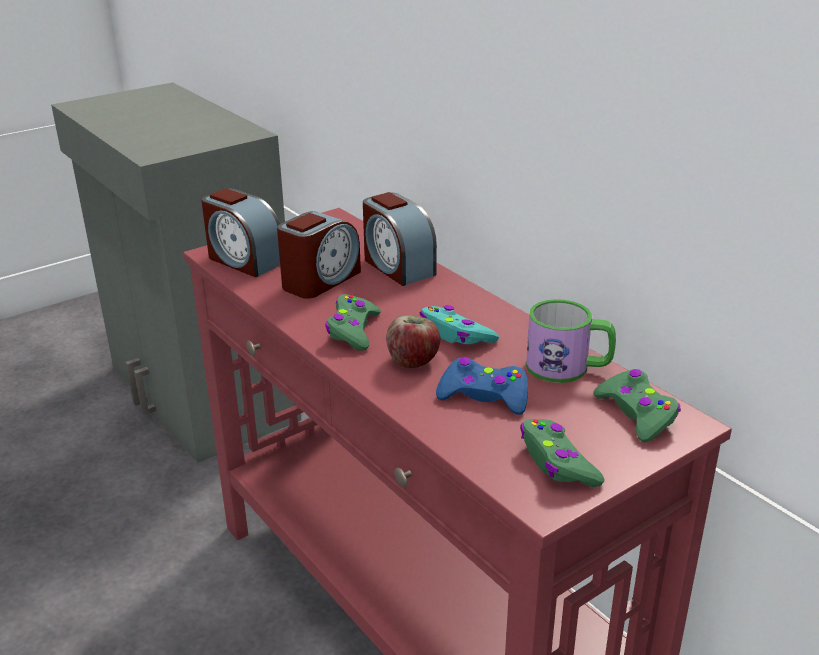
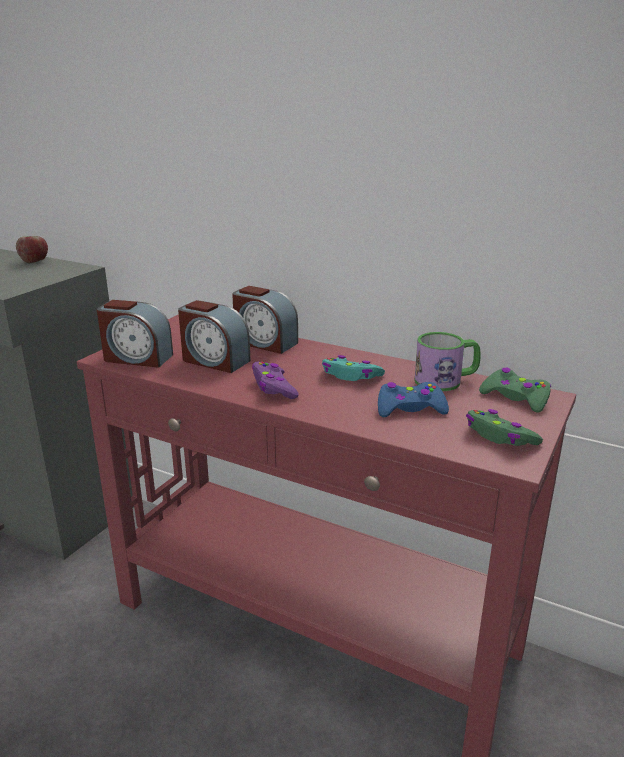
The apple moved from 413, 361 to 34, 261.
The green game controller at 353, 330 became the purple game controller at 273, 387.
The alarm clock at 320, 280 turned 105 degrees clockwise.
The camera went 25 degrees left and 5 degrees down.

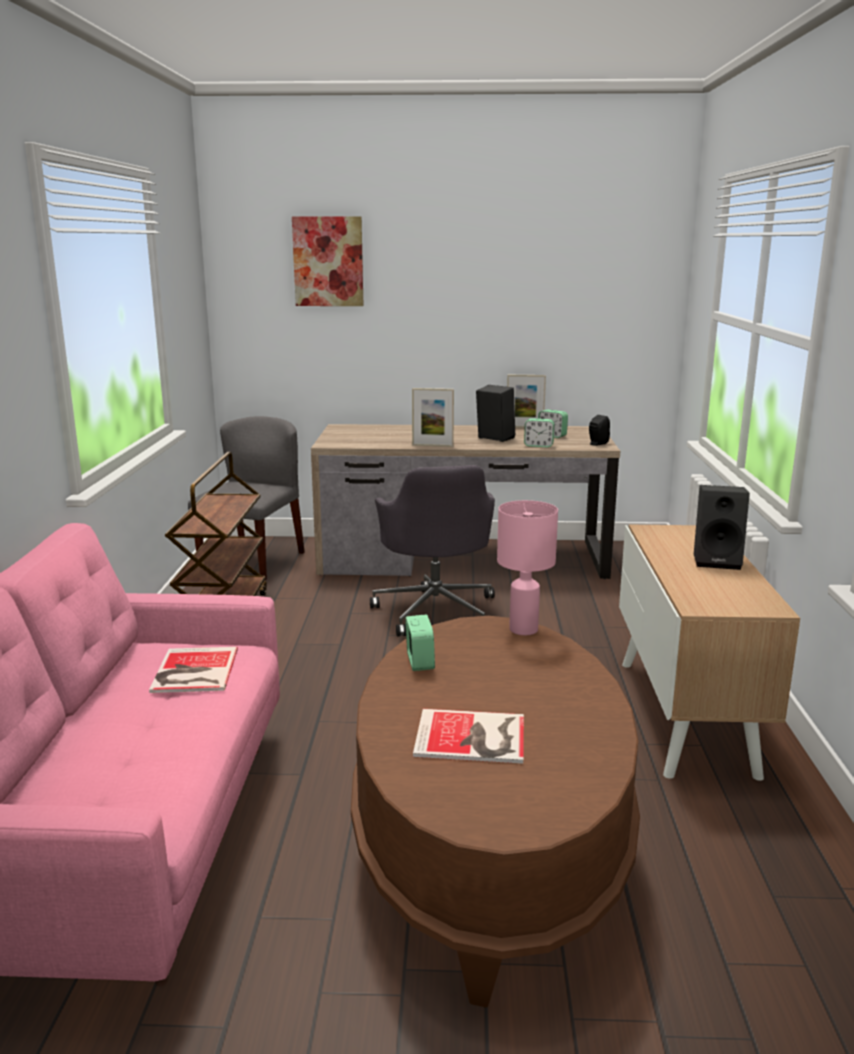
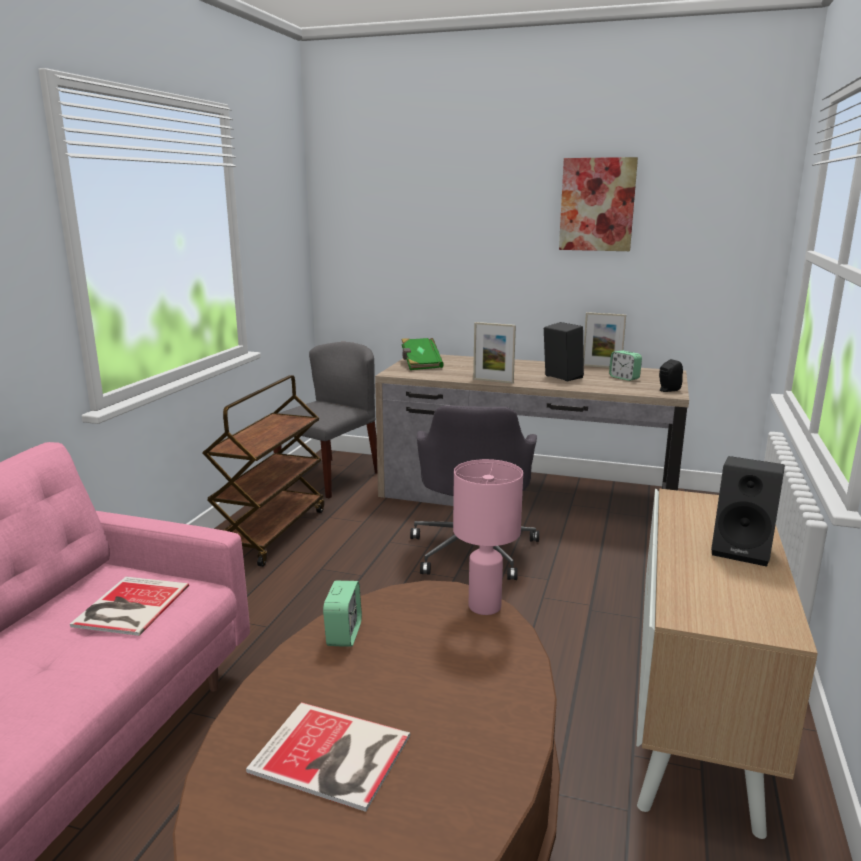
The alarm clock at 538, 445 disappeared.
The green book at 420, 364 appeared.
The picture moved from 328, 261 to 597, 204.
The camera went 15 degrees right and 0 degrees up.

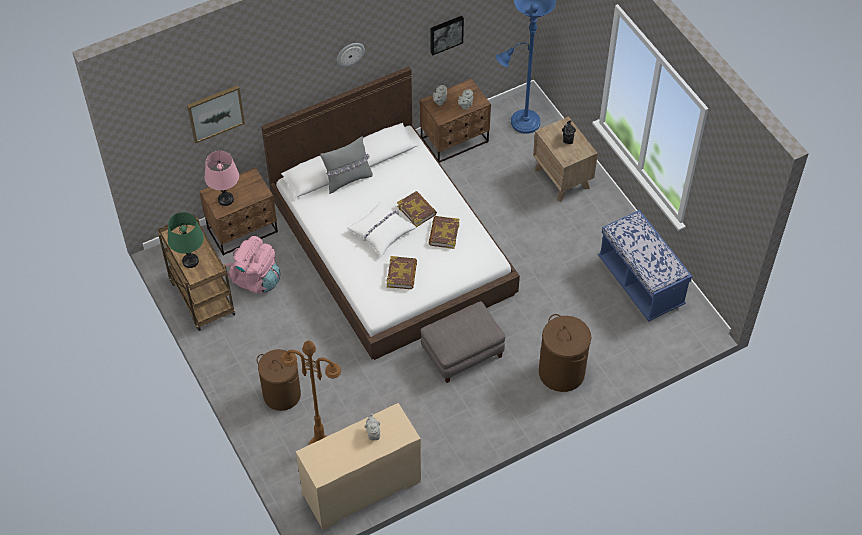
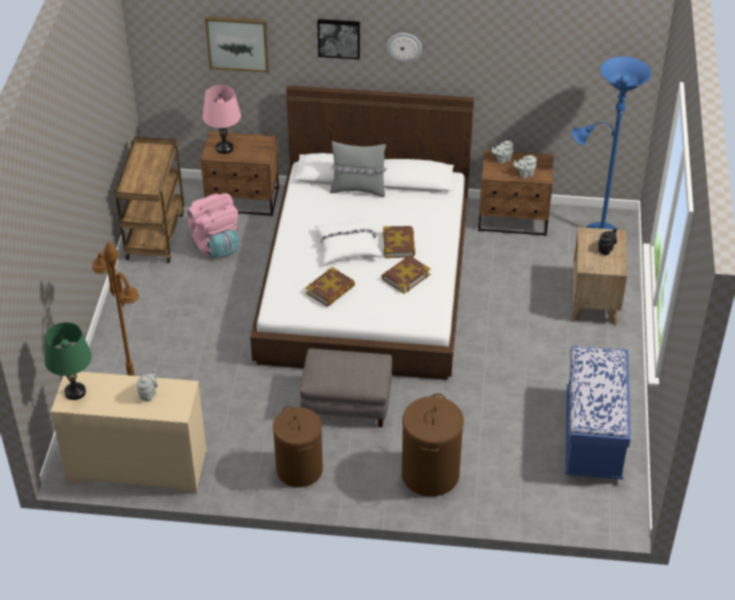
The green table lamp moved from 190, 261 to 75, 392.
The brown laundry basket moved from 281, 394 to 299, 469.
The picture moved from 446, 34 to 339, 37.
The camera went 35 degrees right and 10 degrees down.

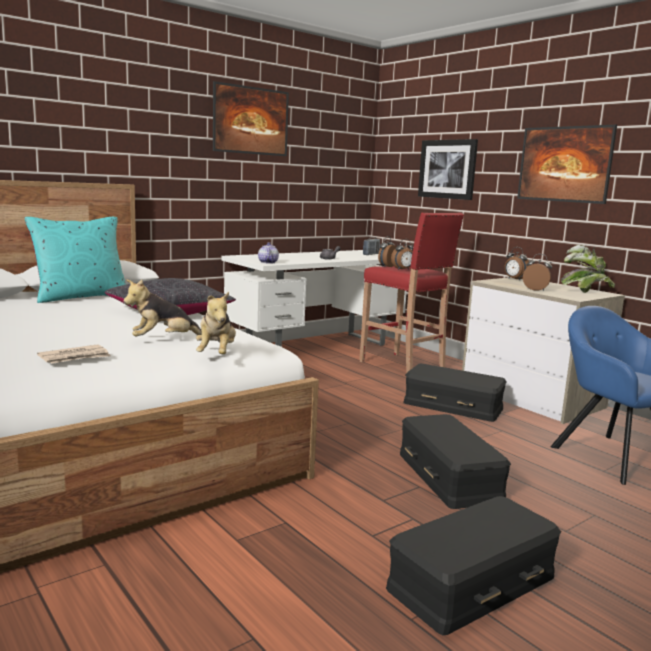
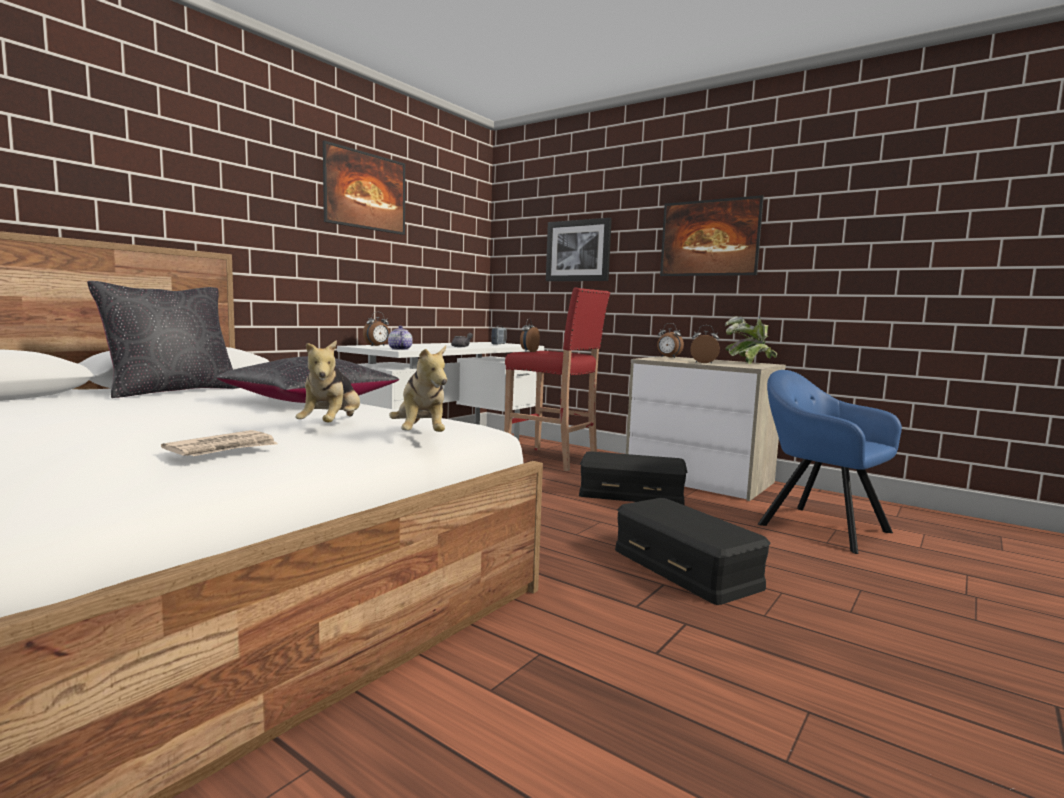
The black storage box at 473, 583 disappeared.
The alarm clock moved from 403, 269 to 377, 346.
The turquoise pillow at 81, 297 became the black pillow at 172, 391.
The plush toy at 163, 340 turned 45 degrees counterclockwise.
The camera went 15 degrees left and 5 degrees down.

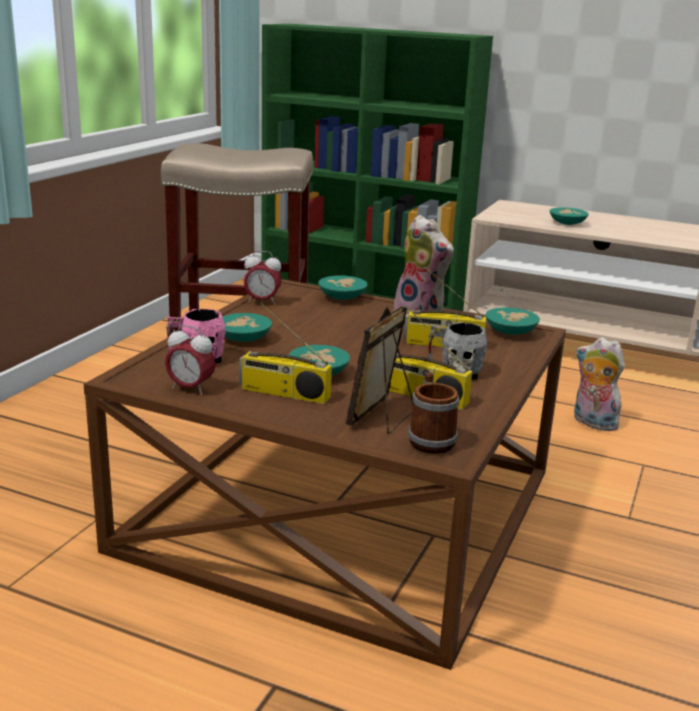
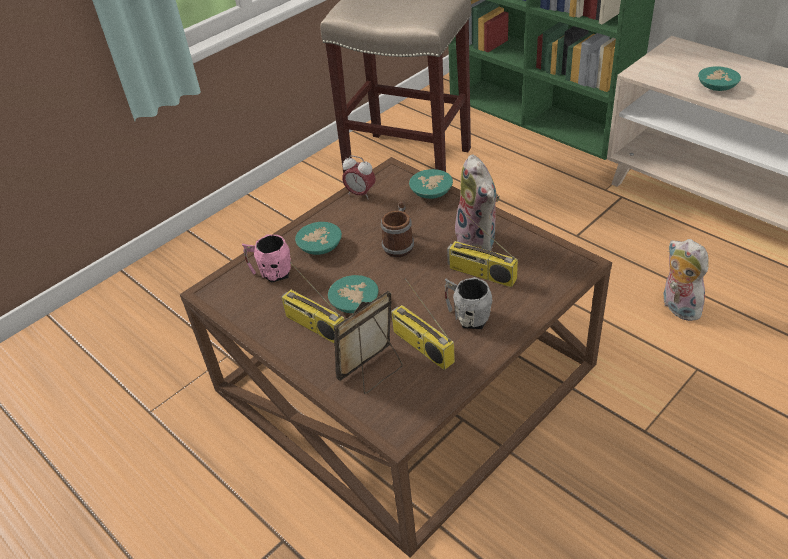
The alarm clock at 190, 389 disappeared.
The turquoise bowl at 512, 331 disappeared.
The mug moved from 430, 438 to 400, 244.
The camera went 25 degrees right and 20 degrees up.

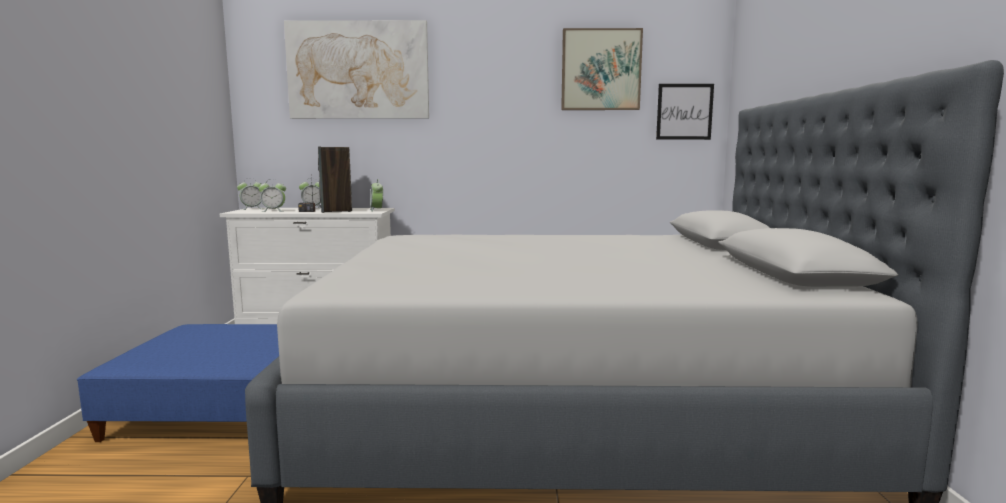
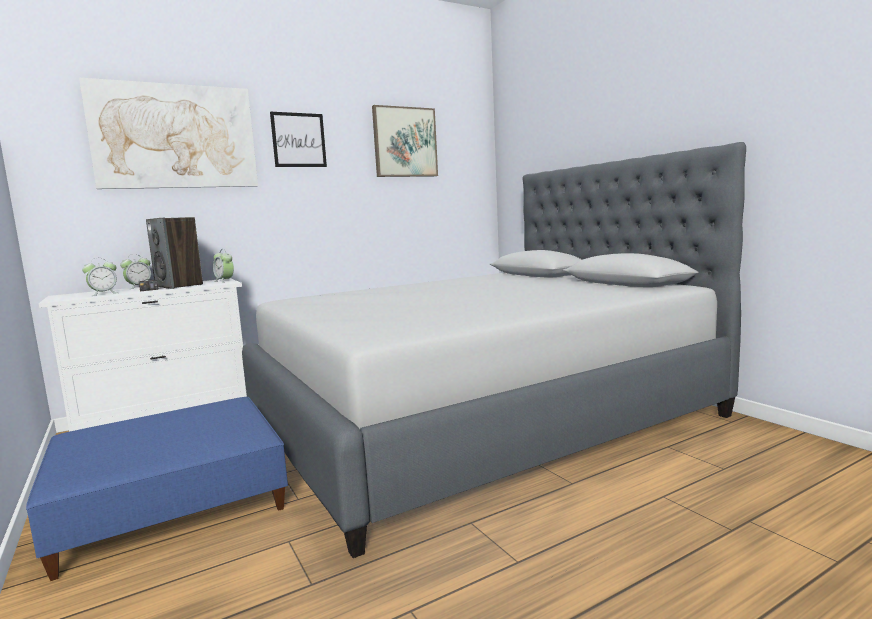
The alarm clock at 252, 209 disappeared.
The picture moved from 684, 112 to 298, 140.
The camera went 30 degrees left and 0 degrees up.

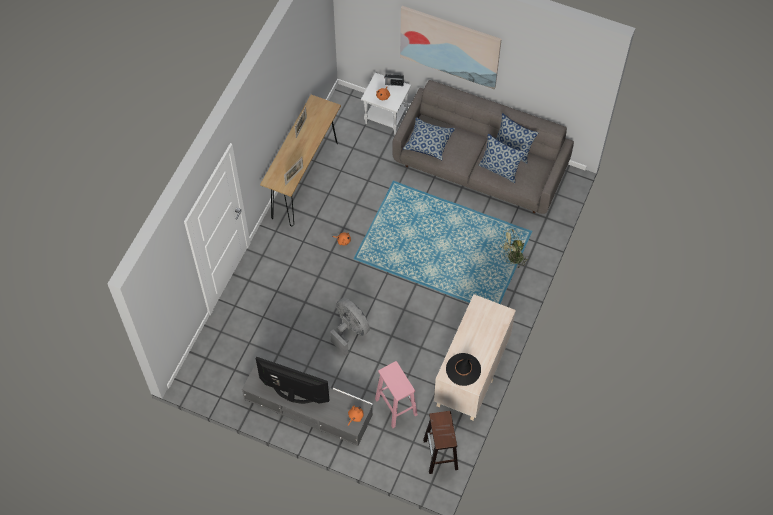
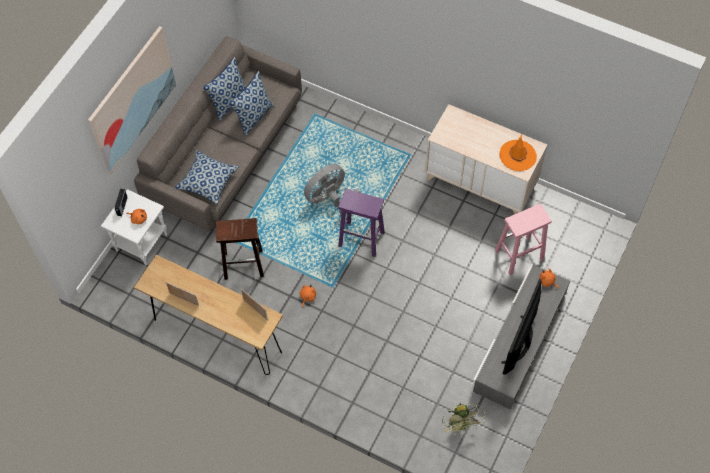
The purple stool at 362, 239 appeared.
The grey fan moved from 350, 331 to 330, 199.
The brown stool moved from 440, 455 to 244, 264.
The green fan moved from 512, 258 to 461, 425.
The black hat at 463, 369 became the orange hat at 517, 155.
The camera went 85 degrees left and 0 degrees up.

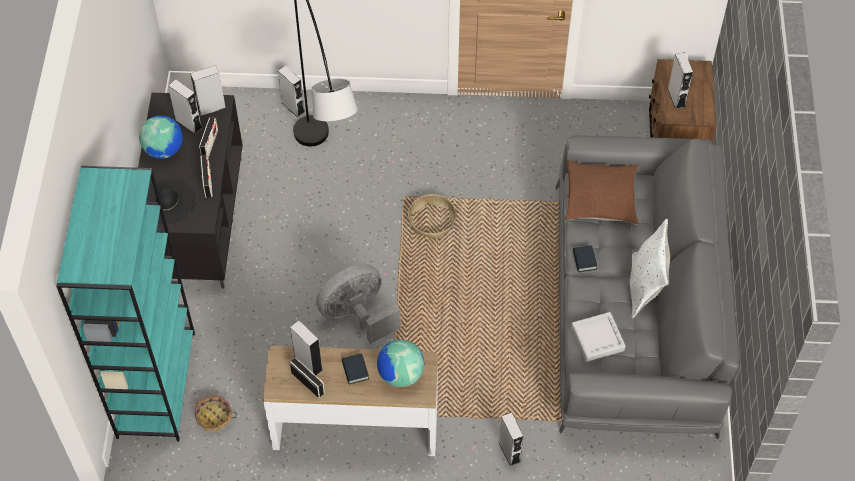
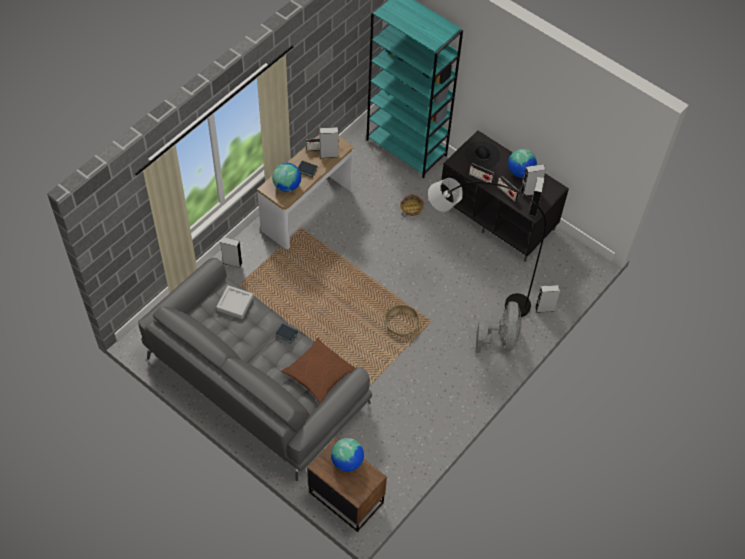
The white pillow at 645, 287 disappeared.
The basket moved from 214, 417 to 411, 208.
The grey fan moved from 357, 315 to 501, 339.
The grey speaker at 676, 97 was replaced by the globe at 347, 461.
The camera went 125 degrees right and 0 degrees up.

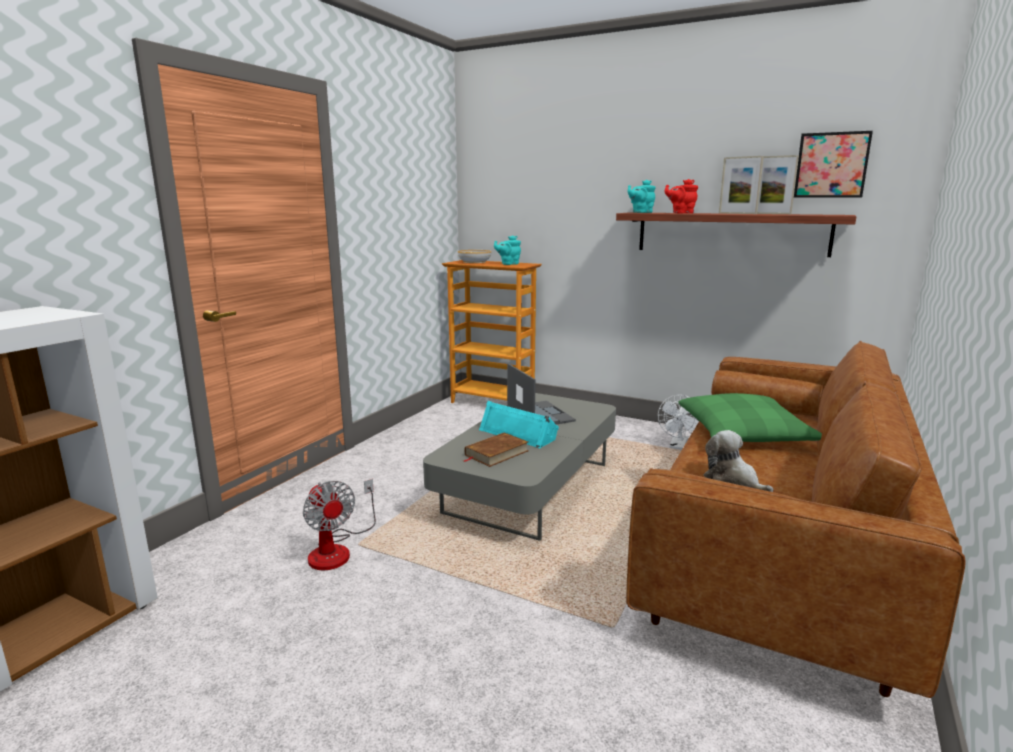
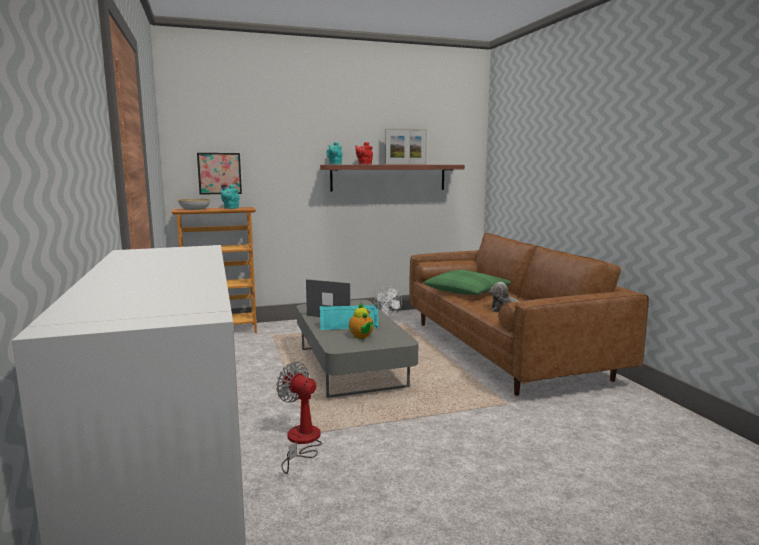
The picture moved from 831, 165 to 219, 173.
The brown book at 496, 453 was replaced by the teapot at 362, 337.
The fan at 337, 549 turned 150 degrees counterclockwise.
The camera went 45 degrees left and 5 degrees down.

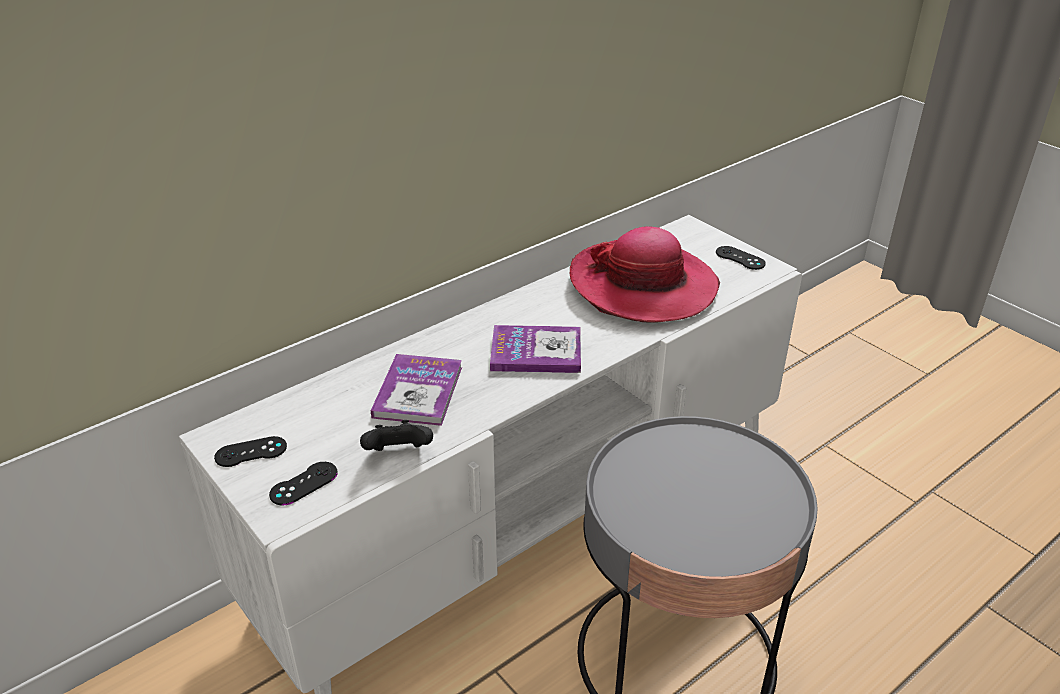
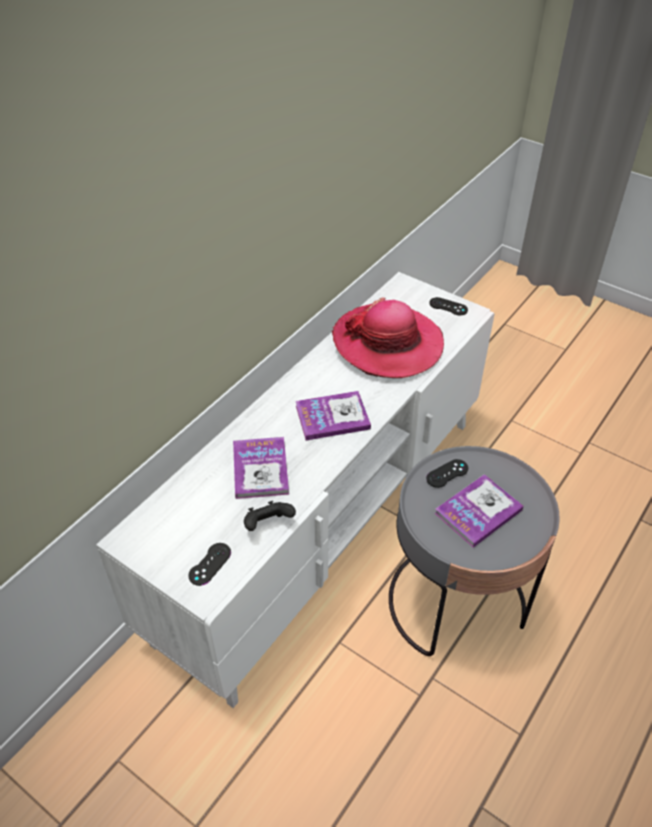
The book at 478, 511 appeared.
The black game controller moved from 251, 452 to 447, 473.
The camera went 15 degrees left and 10 degrees up.

